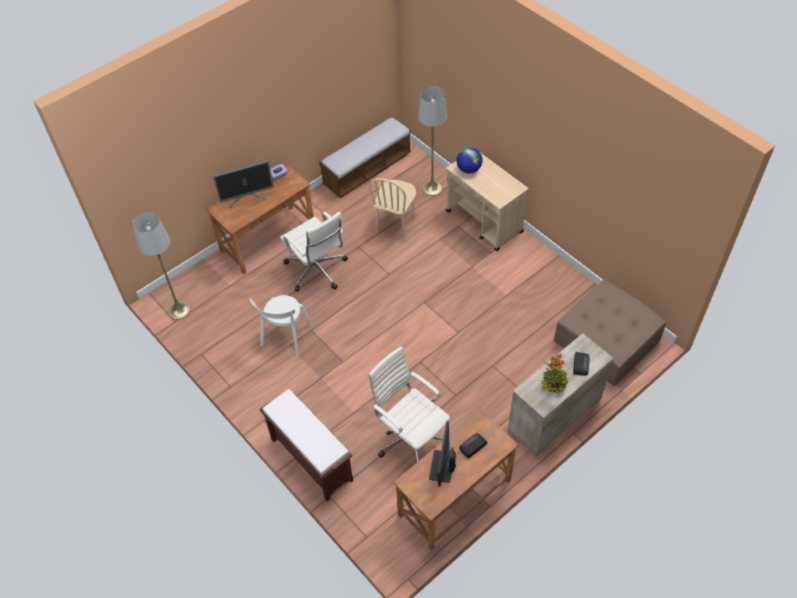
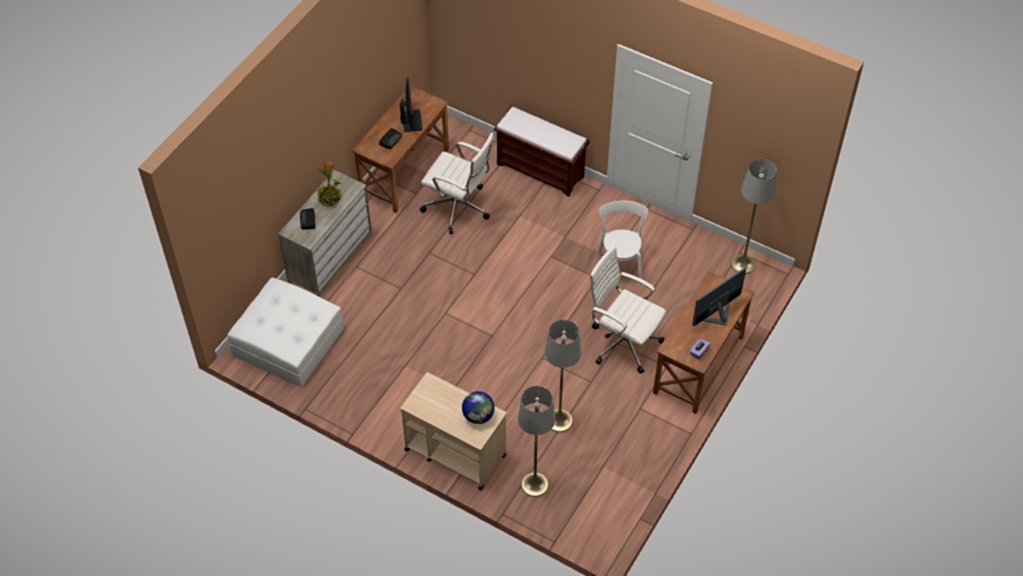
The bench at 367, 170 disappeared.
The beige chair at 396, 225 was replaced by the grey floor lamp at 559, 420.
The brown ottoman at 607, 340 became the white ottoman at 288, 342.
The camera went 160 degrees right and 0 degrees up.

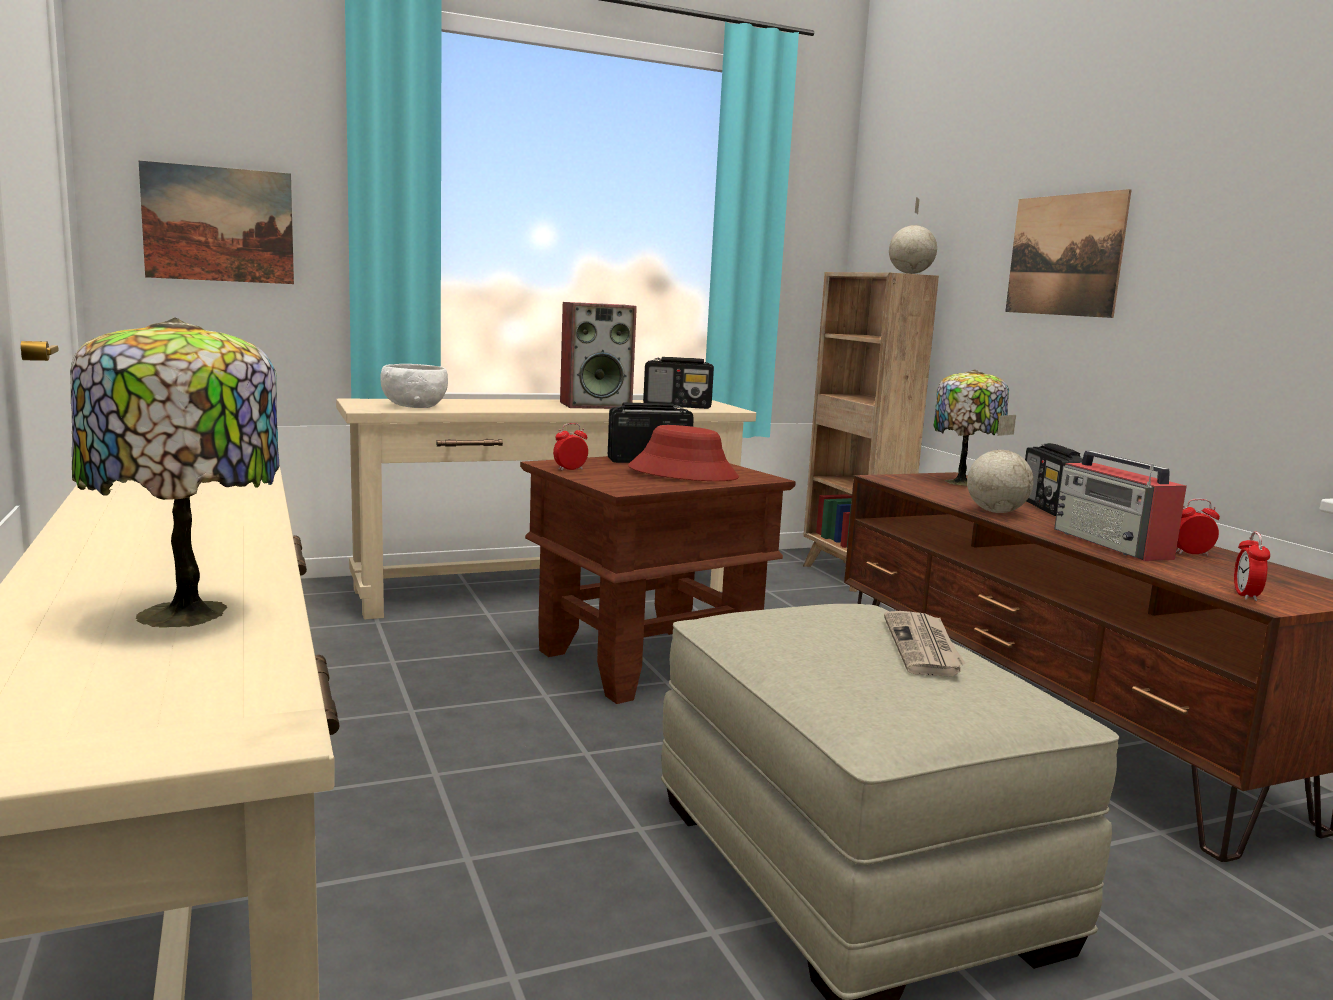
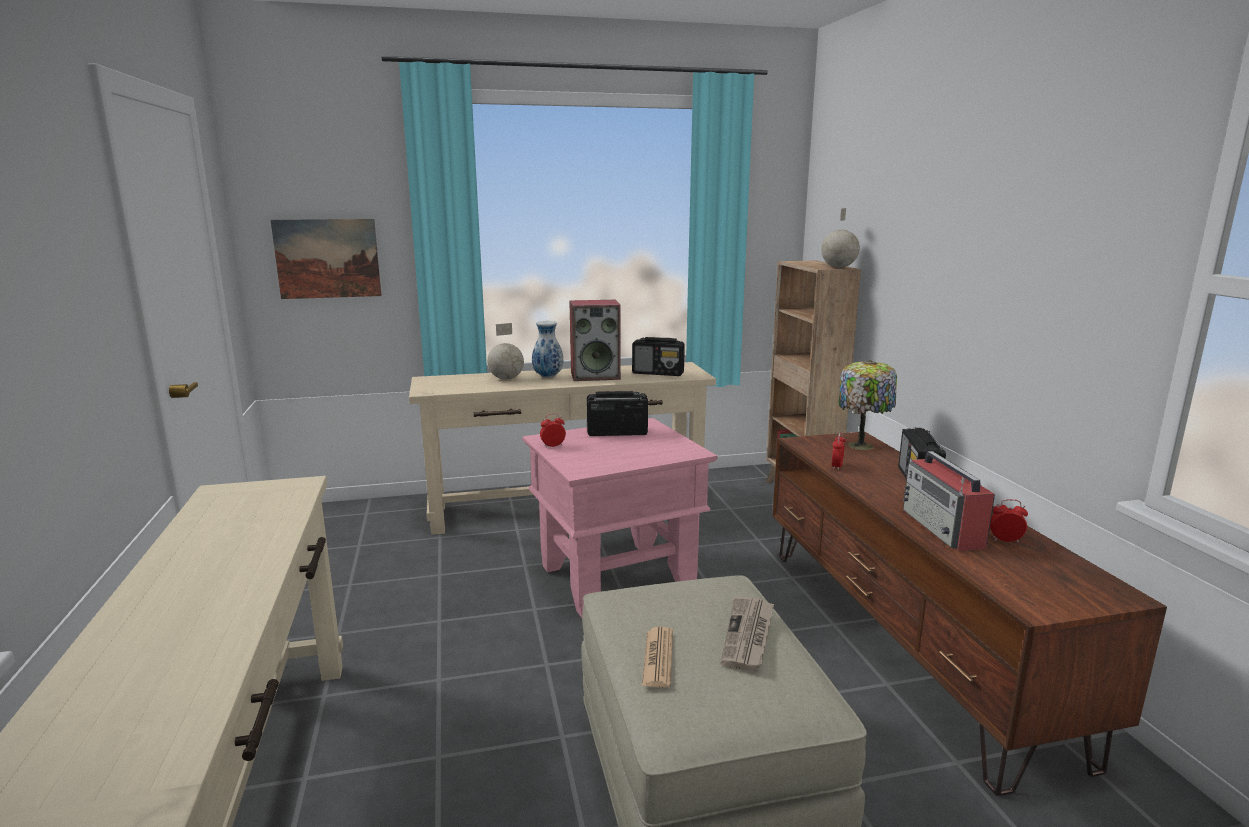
The table lamp at 185, 615 disappeared.
The white bowl at 413, 407 disappeared.
The red hat at 683, 473 disappeared.
The picture at 1064, 255 disappeared.
The vase at 547, 377 appeared.
The newspaper at 658, 658 appeared.
The globe moved from 995, 512 to 506, 379.
The alarm clock moved from 1246, 596 to 837, 466.
The brown side table at 646, 660 became the pink side table at 616, 577.
The camera went 10 degrees right and 5 degrees up.

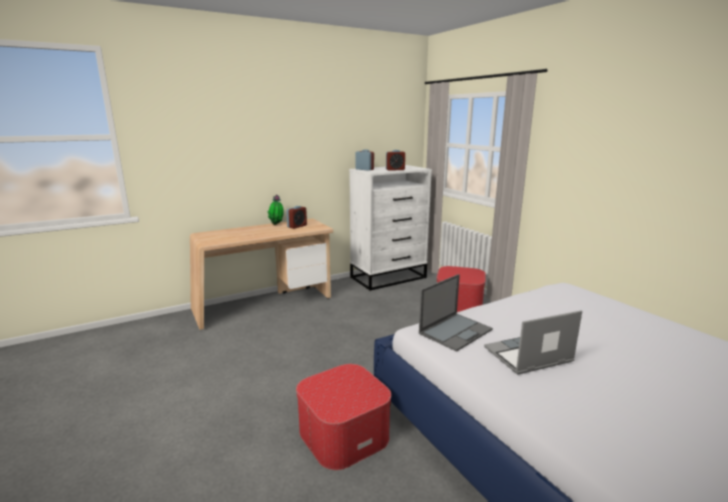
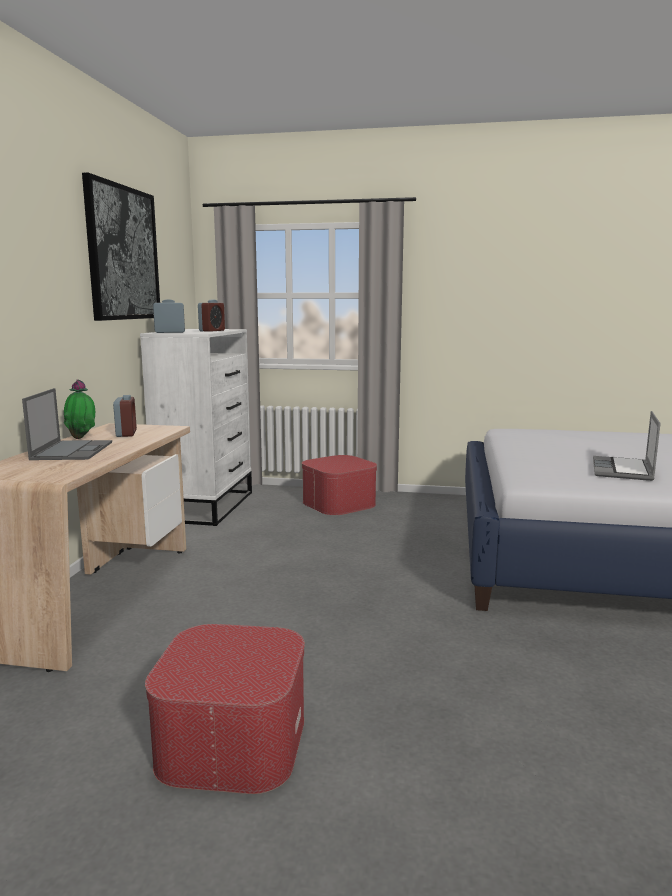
The picture at 123, 253 appeared.
The ottoman moved from 344, 433 to 232, 740.
The laptop moved from 456, 331 to 72, 450.
The camera went 50 degrees left and 5 degrees down.

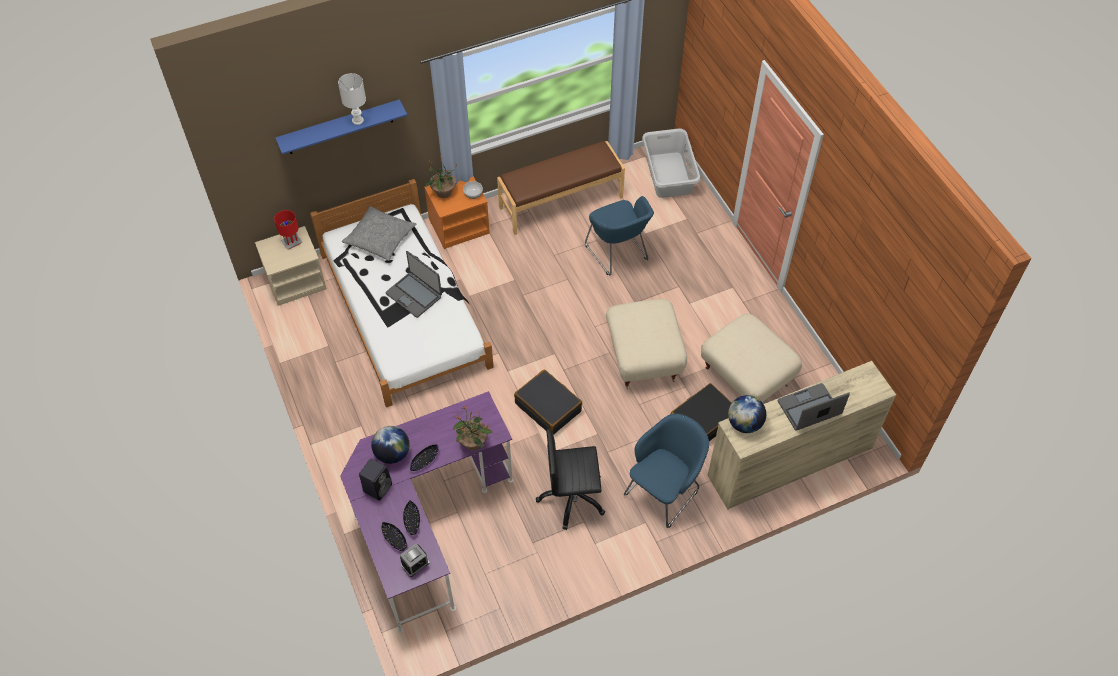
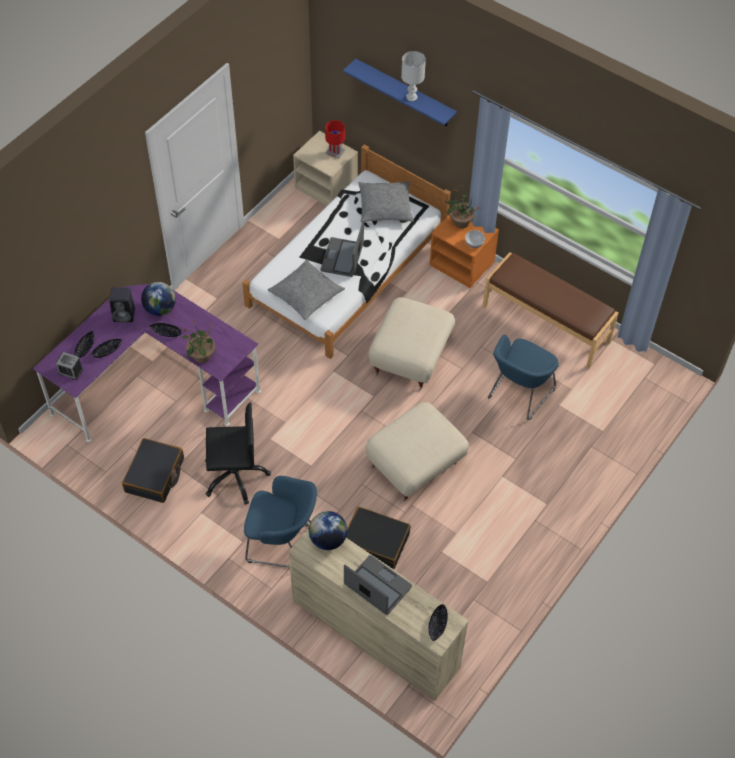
The grey laundry basket at 669, 174 disappeared.
The grey pillow at 306, 294 appeared.
The black bowl at 437, 625 appeared.
The black suitcase moved from 548, 407 to 155, 475.
The beige ottoman moved from 747, 376 to 411, 358.
The black office chair at 572, 498 turned 120 degrees clockwise.
The camera went 60 degrees right and 0 degrees up.

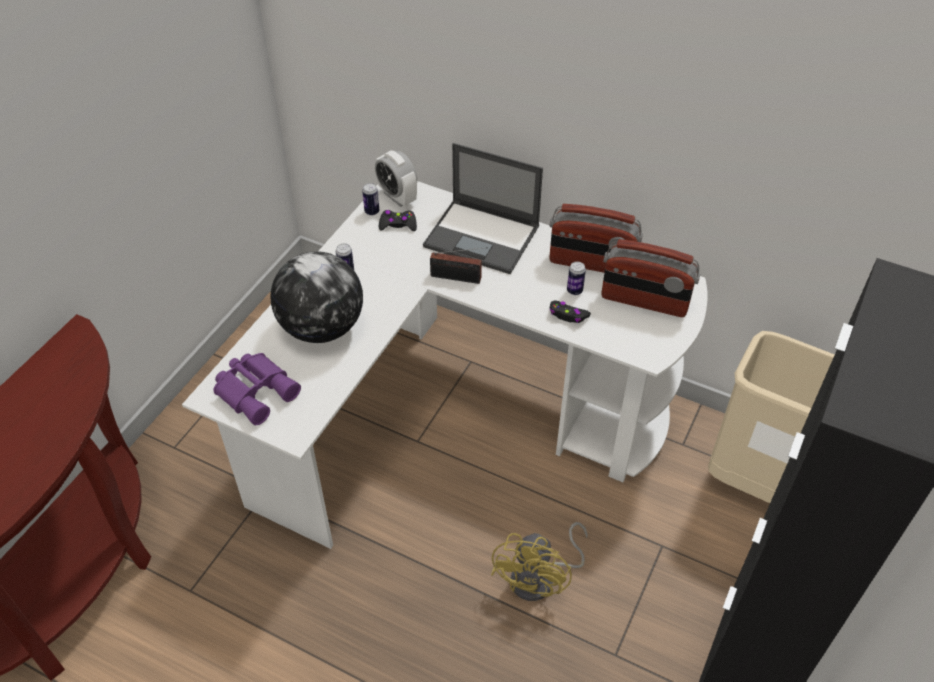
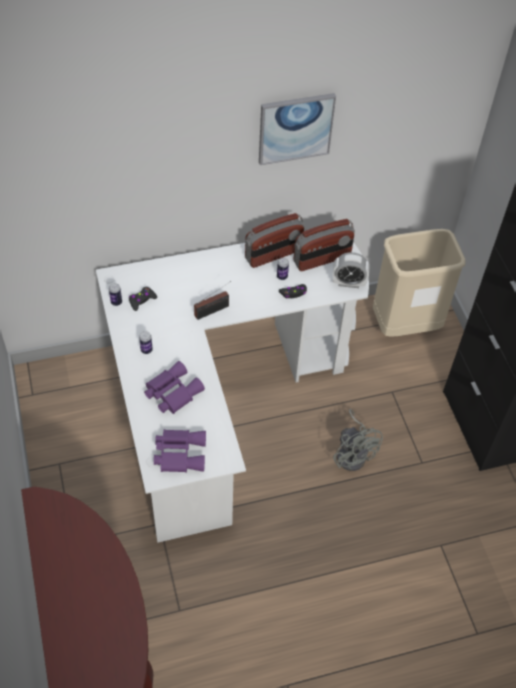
The laptop at 483, 237 disappeared.
The picture at 295, 128 appeared.
The alarm clock moved from 397, 197 to 348, 283.
The globe at 321, 327 was replaced by the purple binoculars at 171, 392.
The yellow fan at 540, 579 became the grey fan at 353, 453.
The camera went 45 degrees left and 5 degrees up.

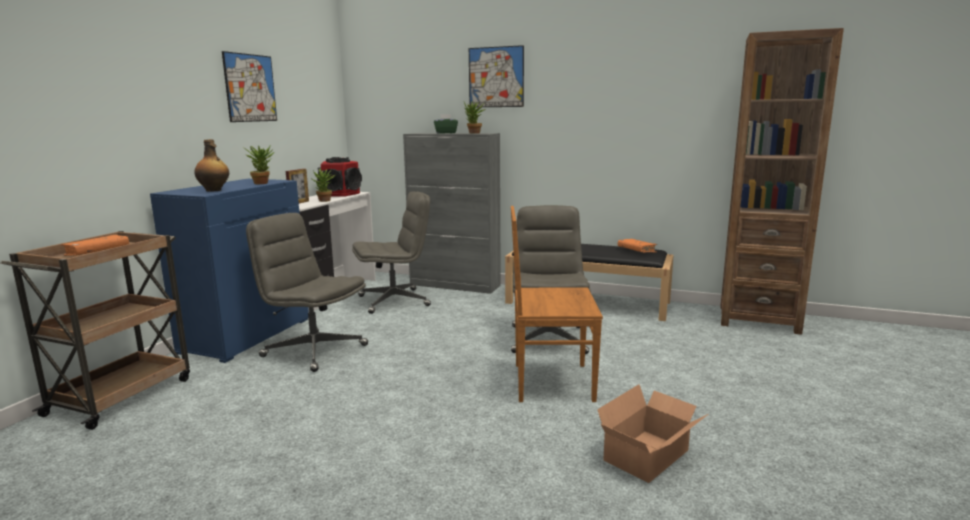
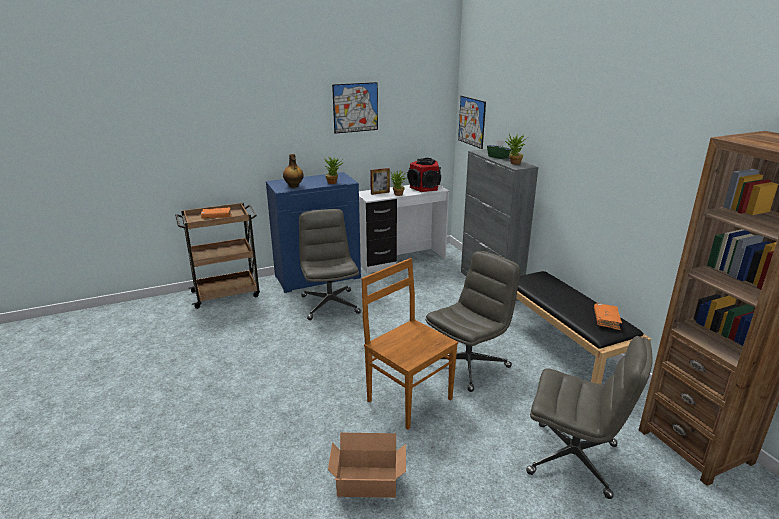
The grey office chair moved from 394, 301 to 574, 459.
The picture moved from 496, 77 to 471, 121.
The camera went 45 degrees right and 10 degrees up.

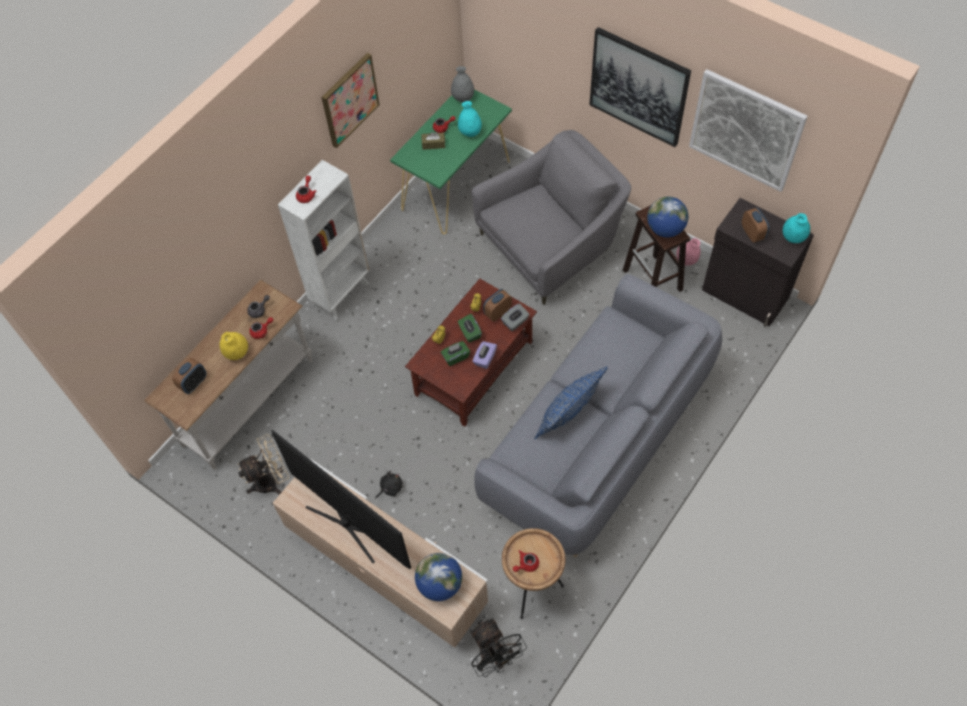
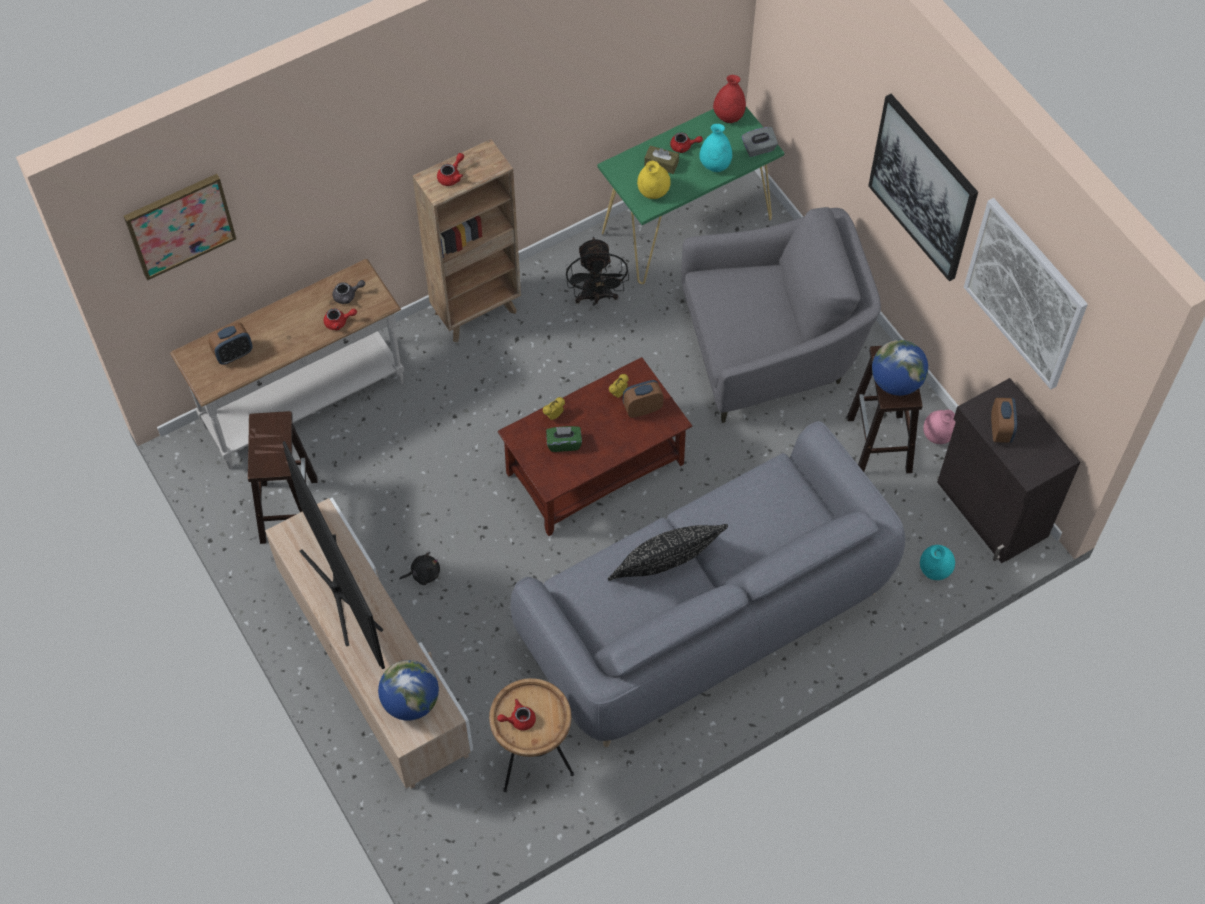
The green tissue box at 470, 333 disappeared.
The purple tissue box at 484, 359 disappeared.
The yellow vase moved from 237, 353 to 653, 192.
The picture moved from 349, 100 to 180, 225.
The black fan moved from 494, 657 to 596, 297.
The grey tissue box moved from 515, 322 to 759, 148.
The turquoise vase moved from 793, 238 to 934, 570.
The beige fan at 271, 481 was replaced by the brown stool at 288, 509.
The white bookcase at 341, 293 became the brown bookcase at 477, 311.
The grey vase at 463, 98 became the red vase at 728, 116.
The blue pillow at 568, 413 became the black pillow at 665, 565.
The camera went 20 degrees right and 0 degrees up.

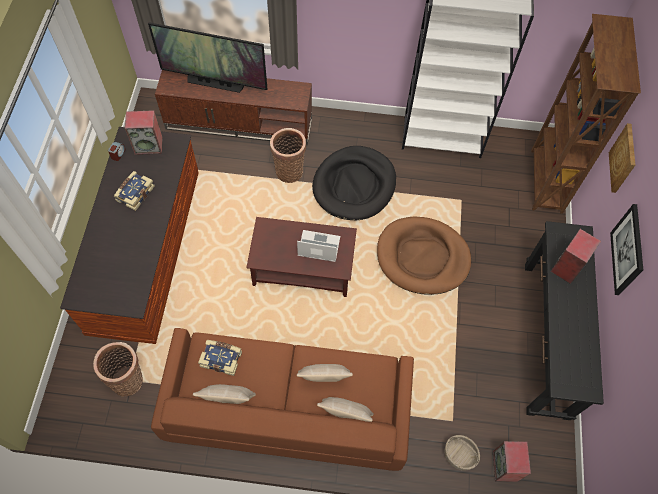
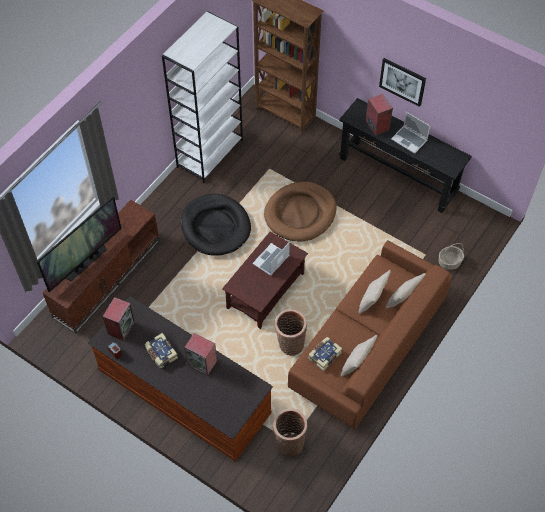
The picture at 623, 158 disappeared.
The laptop at 409, 140 appeared.
The basket moved from 289, 170 to 290, 344.
The speaker moved from 505, 466 to 202, 362.
The camera went 60 degrees left and 5 degrees down.

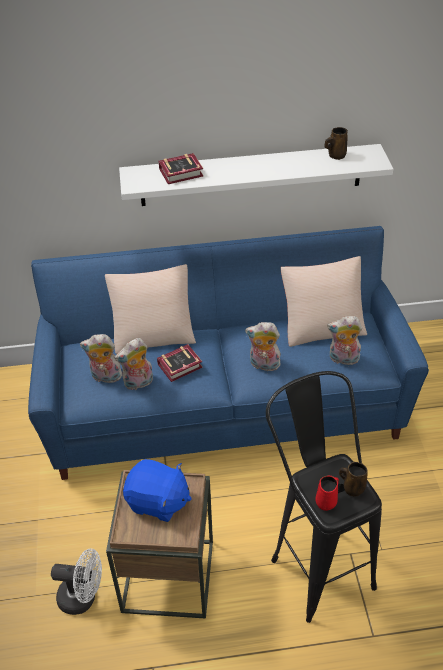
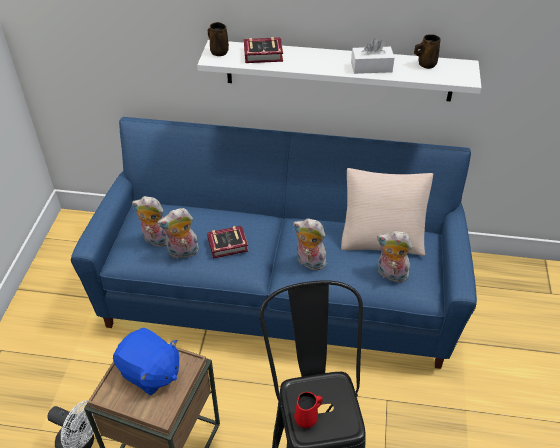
The beige pillow at 153, 332 disappeared.
The white tissue box at 371, 67 appeared.
The brown mug moved from 352, 488 to 218, 51.
The camera went 15 degrees right and 0 degrees up.

